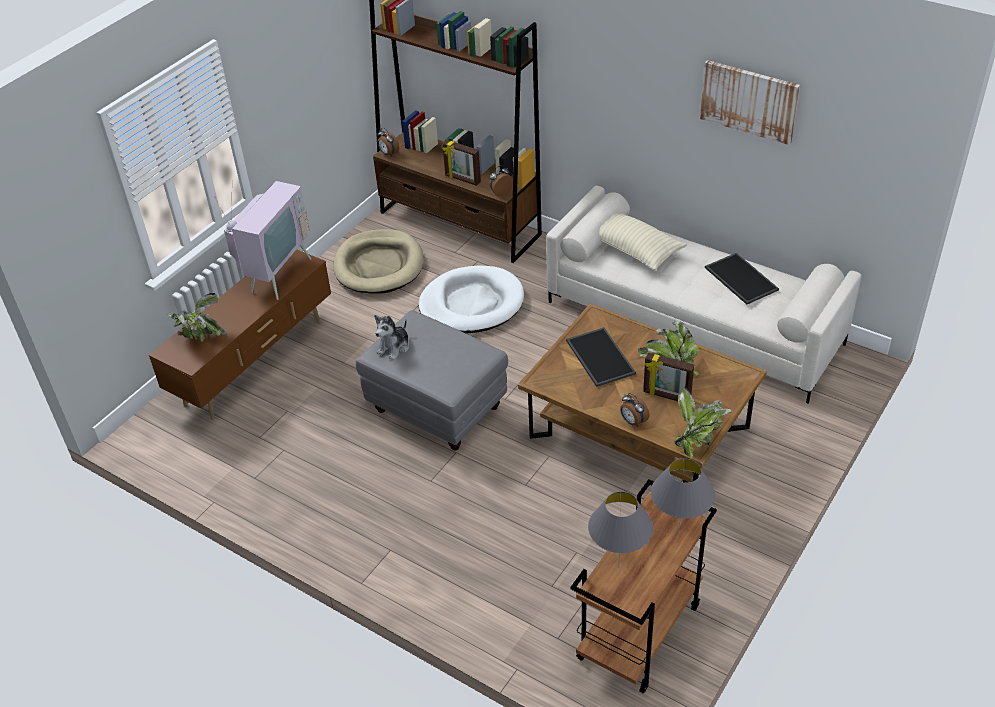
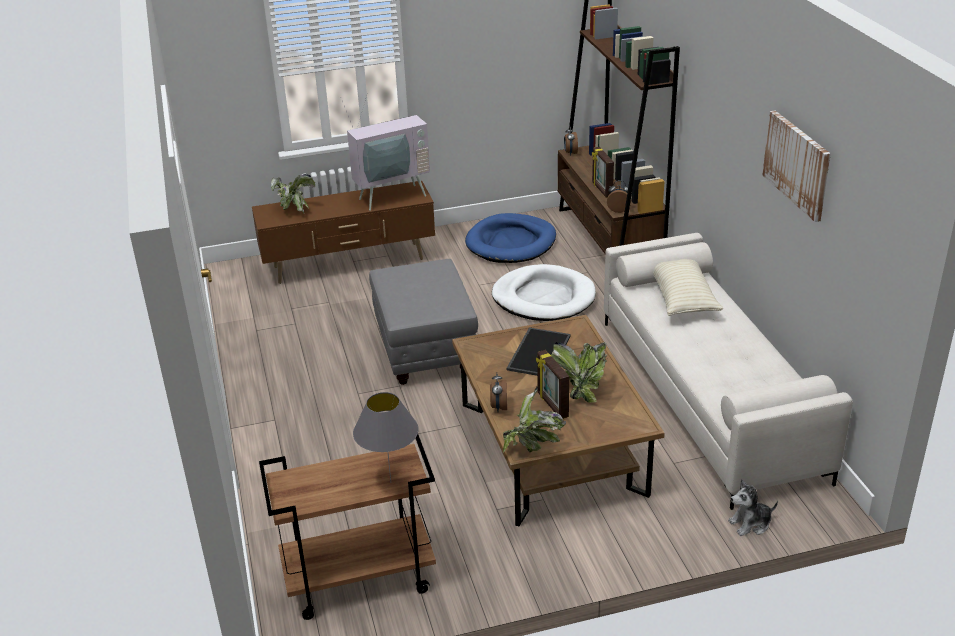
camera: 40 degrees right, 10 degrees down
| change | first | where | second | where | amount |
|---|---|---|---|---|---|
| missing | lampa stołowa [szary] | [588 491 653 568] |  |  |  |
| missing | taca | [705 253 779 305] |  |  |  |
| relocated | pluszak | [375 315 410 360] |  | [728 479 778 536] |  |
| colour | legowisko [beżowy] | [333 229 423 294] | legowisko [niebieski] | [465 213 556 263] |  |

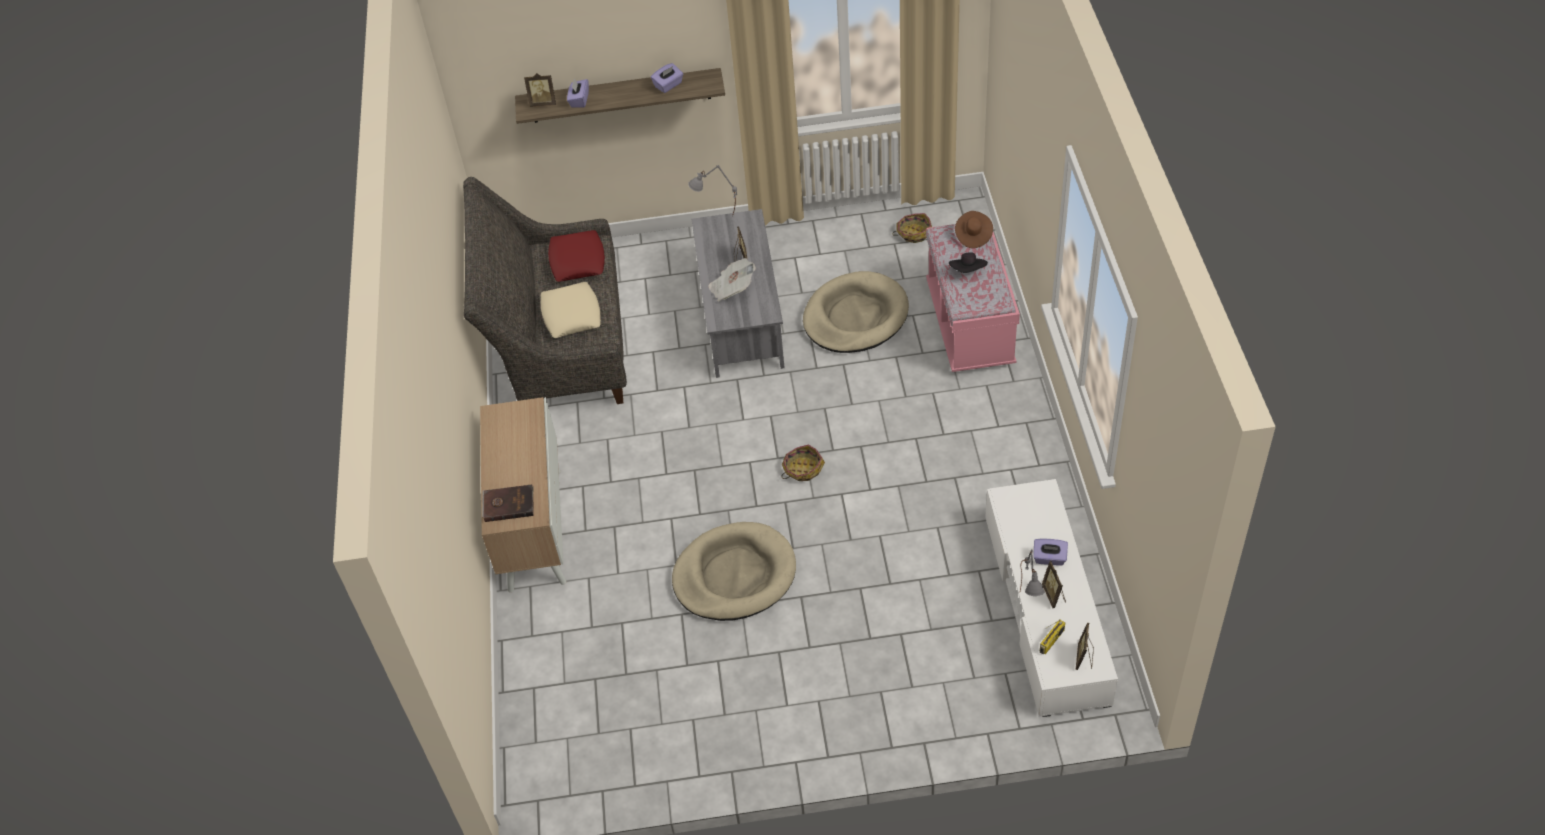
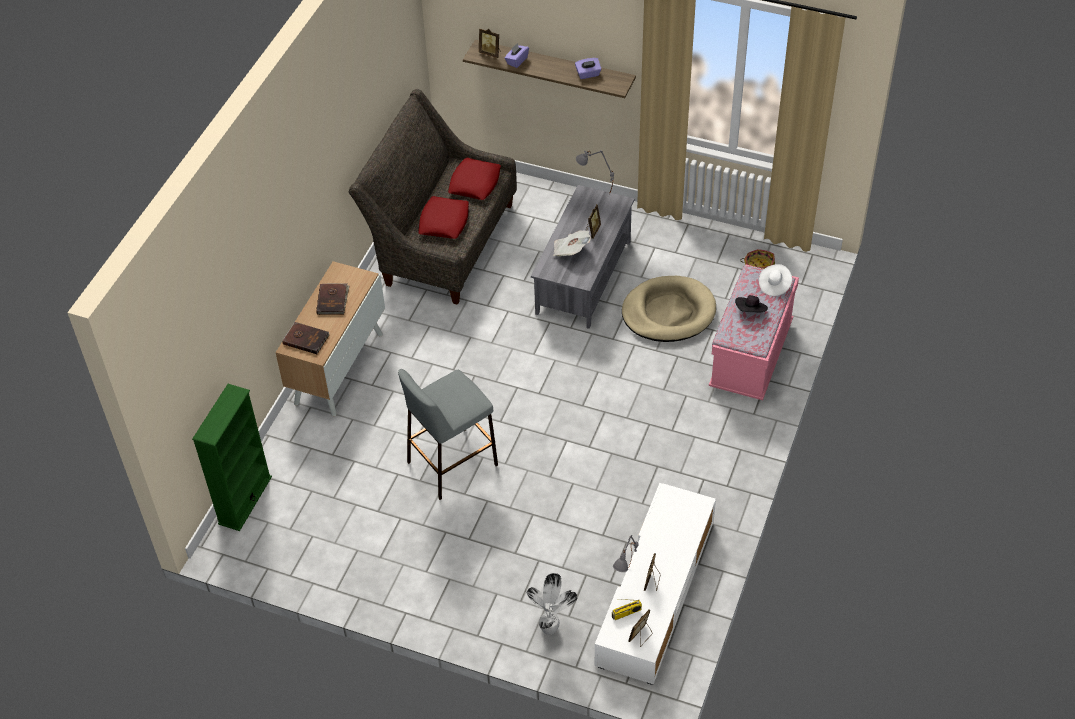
camera: 25 degrees right, 0 degrees up
| change | first | where | second | where | amount |
|---|---|---|---|---|---|
| missing | koszyk | [781 444 825 481] |  |  |  |
| missing | pudełko chusteczek [fioletowy] | [1033 539 1068 566] |  |  |  |
| appeared |  |  | regał [zielony] | [192 384 272 531] |  |
| appeared |  |  | książka [brązowy] | [316 283 349 315] |  |
| appeared |  |  | roślina doniczkowa | [525 573 577 635] |  |
| exchanged | legowisko [beżowy] | [672 522 796 621] | stołek [szary] | [398 369 498 500] |  |
| colour | poduszka [beżowy] | [540 282 601 338] | poduszka [czerwony] | [418 196 469 239] |  |
| colour | kapelusz [brązowy] | [955 211 993 248] | kapelusz [biały] | [759 264 792 296] |  |

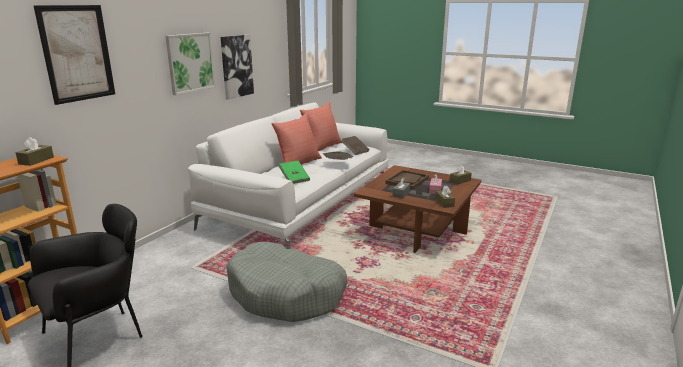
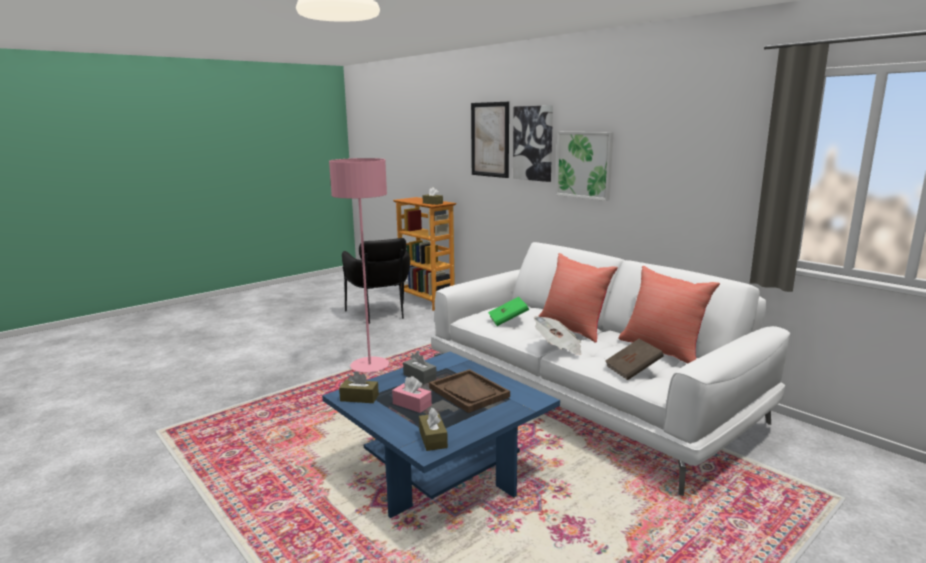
camera: 110 degrees right, 5 degrees down
| change | first | where | second | where | amount |
|---|---|---|---|---|---|
| relocated | obraz | [221 35 254 100] |  | [513 105 553 182] |  |
| exchanged | legowisko [szary] | [226 242 348 322] | lampa stojąca [różowy] | [329 158 389 372] |  |
| colour | ława [brązowy] | [354 165 481 253] | ława [niebieski] | [322 351 560 518] |  |

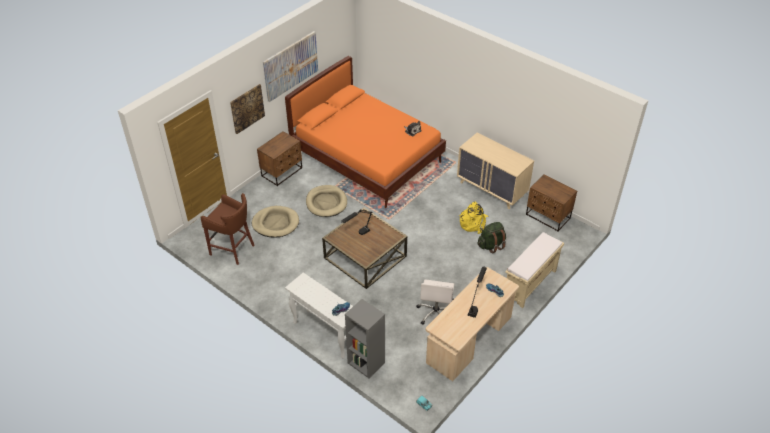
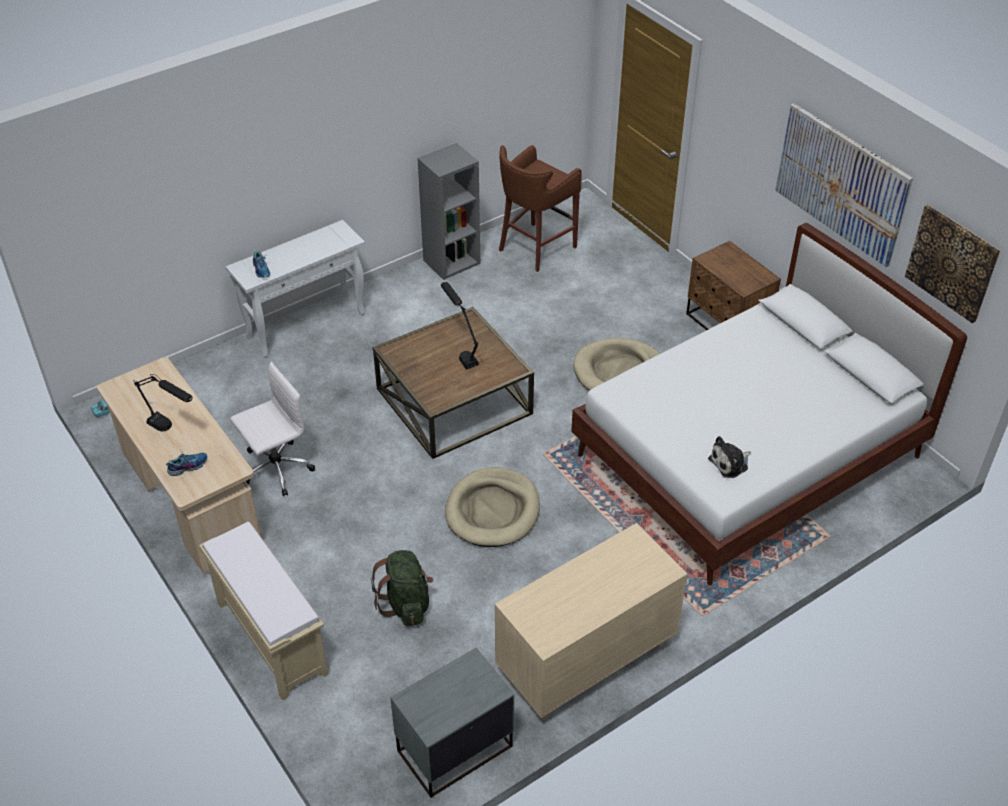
camera: 105 degrees right, 0 degrees up
| change | first | where | second | where | amount |
|---|---|---|---|---|---|
| missing | plecak [żółty] | [459 202 489 234] |  |  |  |
| relocated | obraz | [230 84 265 134] |  | [905 205 1000 323] |  |
| relocated | legowisko [beżowy] | [252 206 299 238] |  | [445 468 540 547] |  |
| relocated | regał [szary] | [345 299 385 379] |  | [418 143 480 280] |  |
| colour | łóżko [pomarańczowy] | [285 56 446 208] | łóżko [biały] | [571 223 967 585] |  |
| colour | szafka nocna [brązowy] | [526 174 577 232] | szafka nocna [szary] | [390 648 514 798] |  |
| spun | krzesło biurowe [biały] | [416 280 454 325] |  | [230 362 315 496] | 120 degrees clockwise |

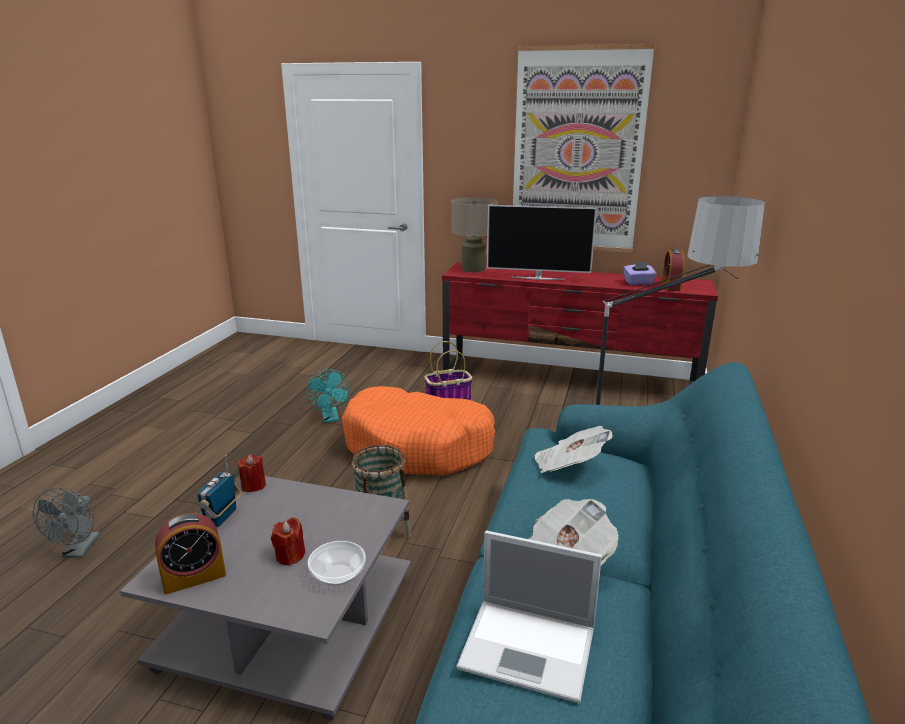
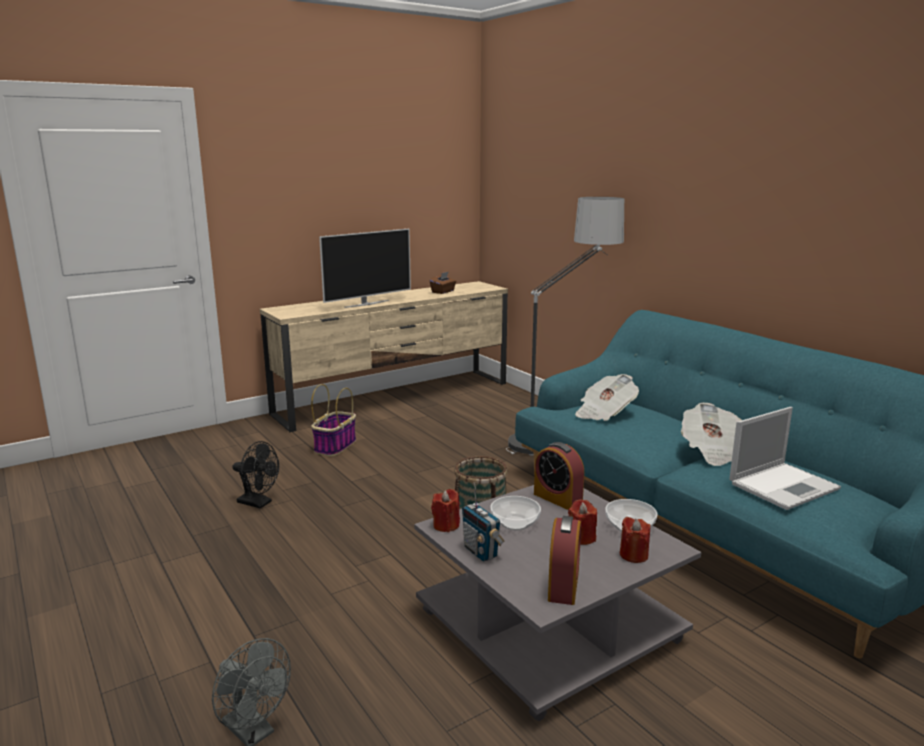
camera: 50 degrees left, 5 degrees down
| change | first | where | second | where | amount |
|---|---|---|---|---|---|
| missing | legowisko [pomarańczowy] | [342 386 496 475] |  |  |  |
| missing | lampa stołowa [beżowy] | [451 197 498 272] |  |  |  |
| missing | obraz | [513 44 654 253] |  |  |  |
| appeared |  |  | miska | [490 496 541 531] |  |
| appeared |  |  | świeca [czerwony] | [620 516 650 563] |  |
| relocated | budzik | [662 248 684 291] |  | [534 442 584 510] |  |
| colour | wentylator [turkusowy] | [306 369 351 423] | wentylator [czarny] | [232 441 279 509] |  |
| colour | szafka pod telewizor [czerwony] | [442 263 718 384] | szafka pod telewizor [beżowy] | [260 281 508 432] |  |
| colour | pudełko chusteczek [fioletowy] | [623 262 657 285] | pudełko chusteczek [brązowy] | [430 272 456 294] |  |

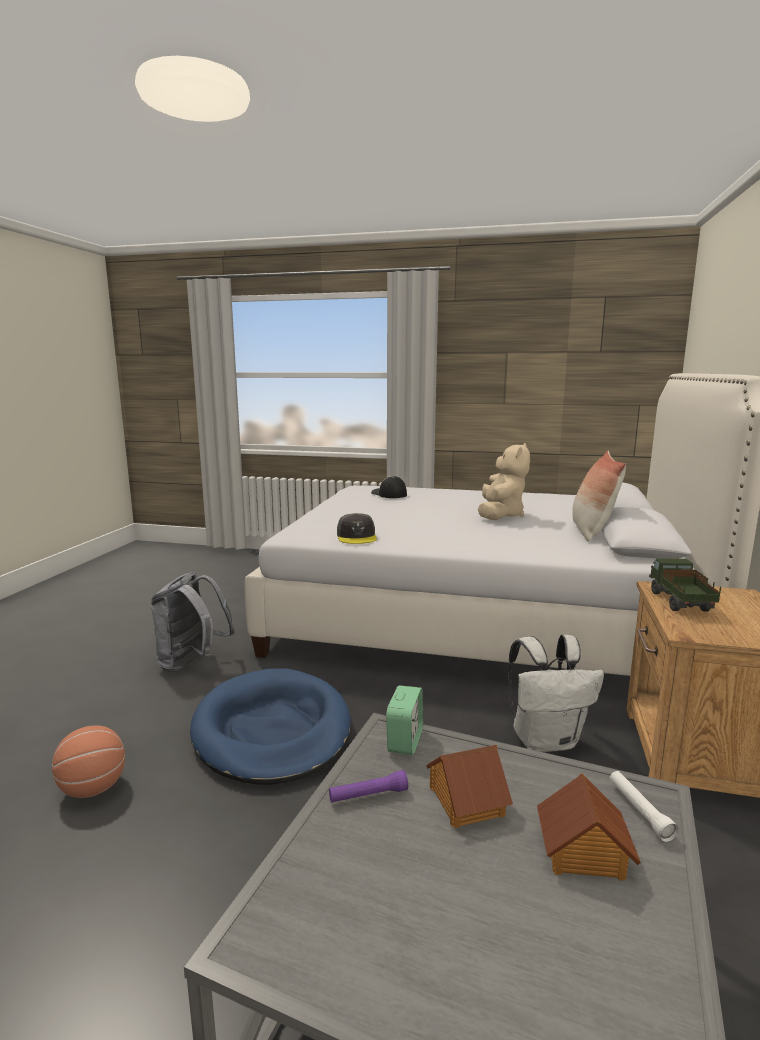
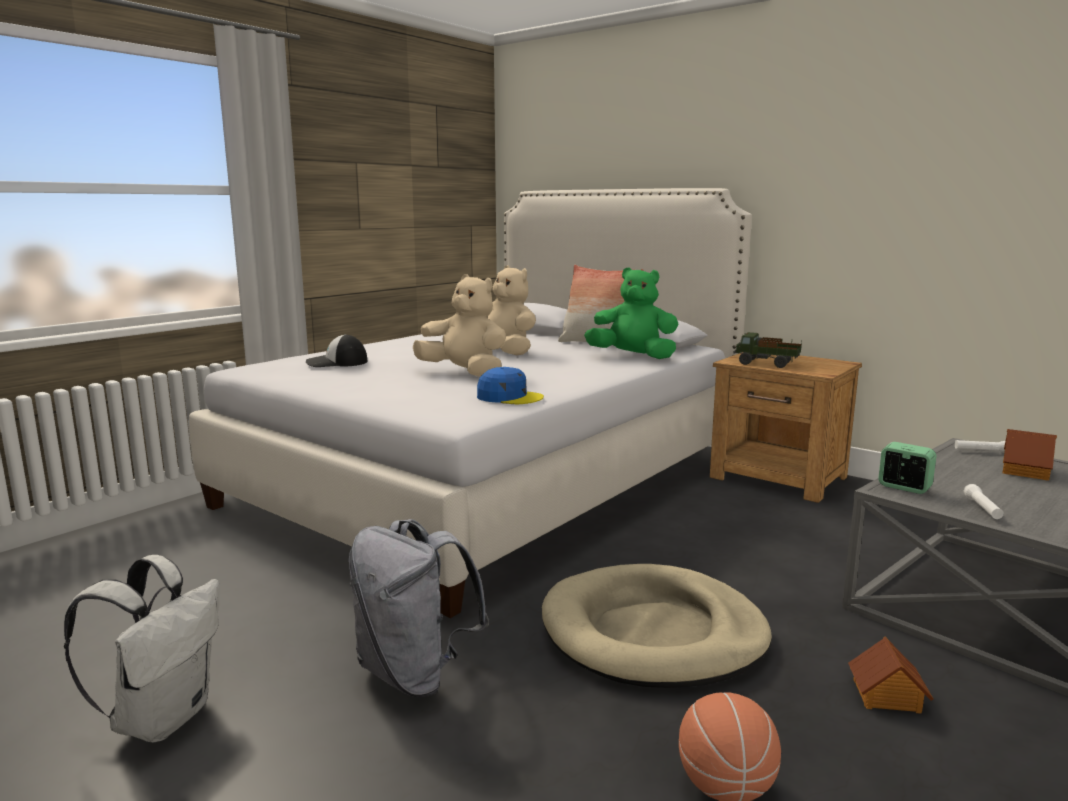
camera: 65 degrees left, 0 degrees up
| change | first | where | second | where | amount |
|---|---|---|---|---|---|
| appeared |  |  | pluszak [beżowy] | [413 274 506 377] |  |
| appeared |  |  | pluszak [zielony] | [584 267 678 359] |  |
| relocated | domek | [426 745 513 828] |  | [848 637 933 714] |  |
| relocated | plecak [biały] | [508 635 604 752] |  | [64 555 220 743] |  |
| colour | legowisko [niebieski] | [190 668 351 785] | legowisko [beżowy] | [542 564 772 688] |  |
| colour | latarka [fioletowy] | [329 770 408 803] | latarka [biały] | [964 484 1004 519] |  |
| colour | czapka z daszkiem [szary] | [337 513 377 544] | czapka z daszkiem [niebieski] | [477 367 544 404] |  |

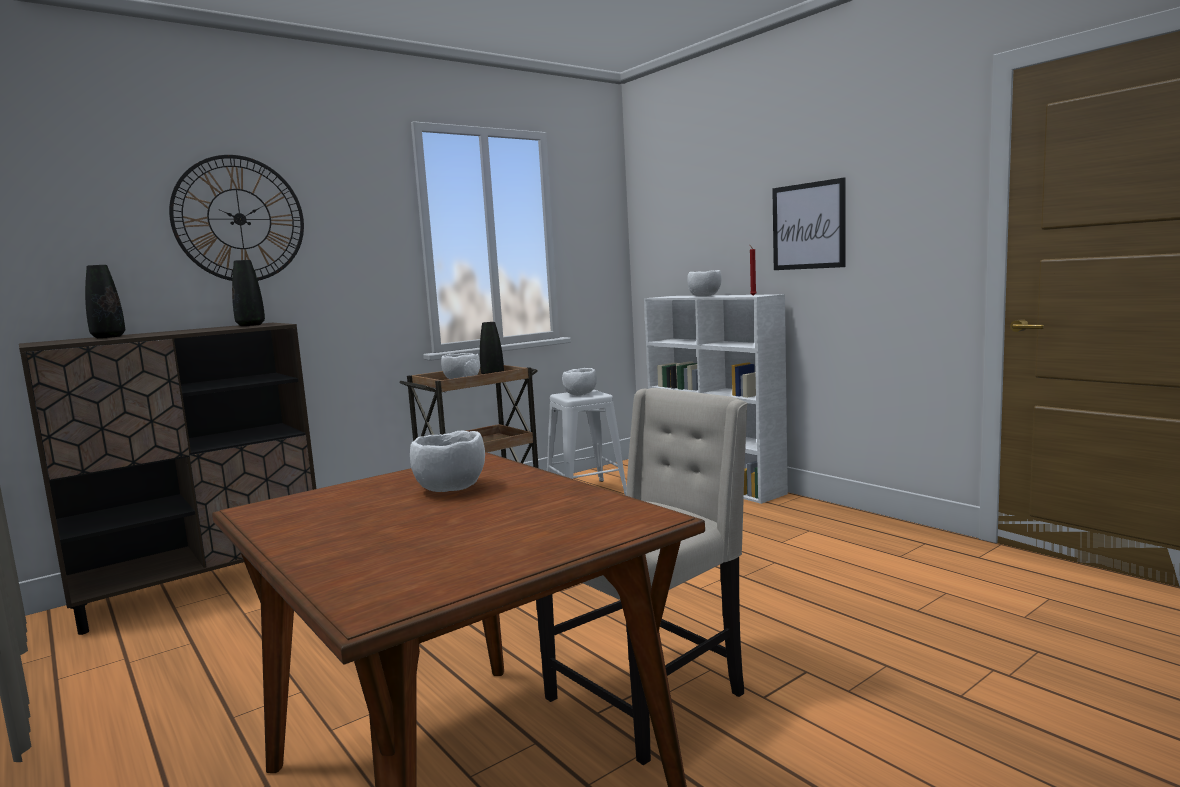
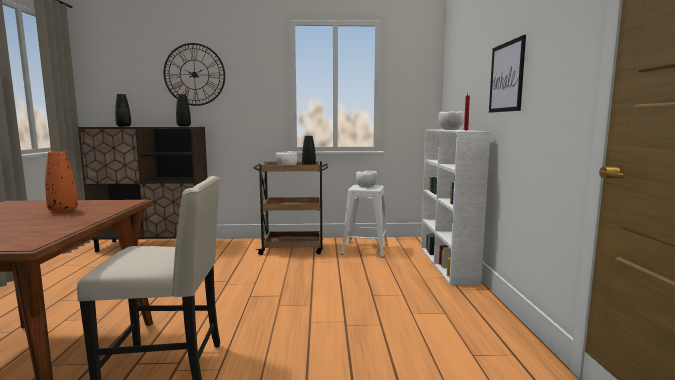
camera: 35 degrees right, 0 degrees up
| change | first | where | second | where | amount |
|---|---|---|---|---|---|
| exchanged | miska [biały] | [410 431 485 492] | wazon [pomarańczowy] | [45 151 78 213] |  |

